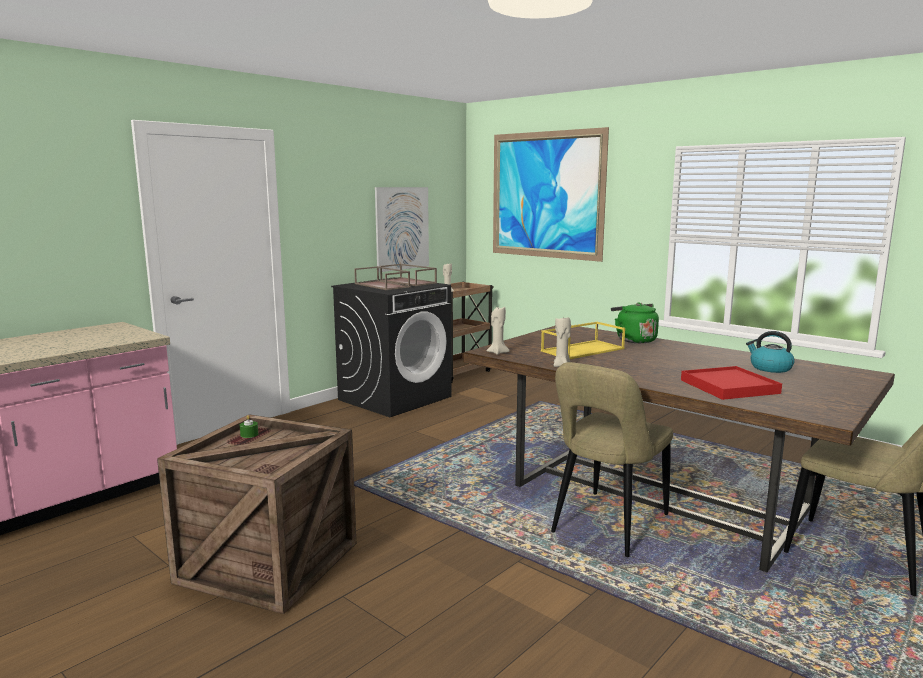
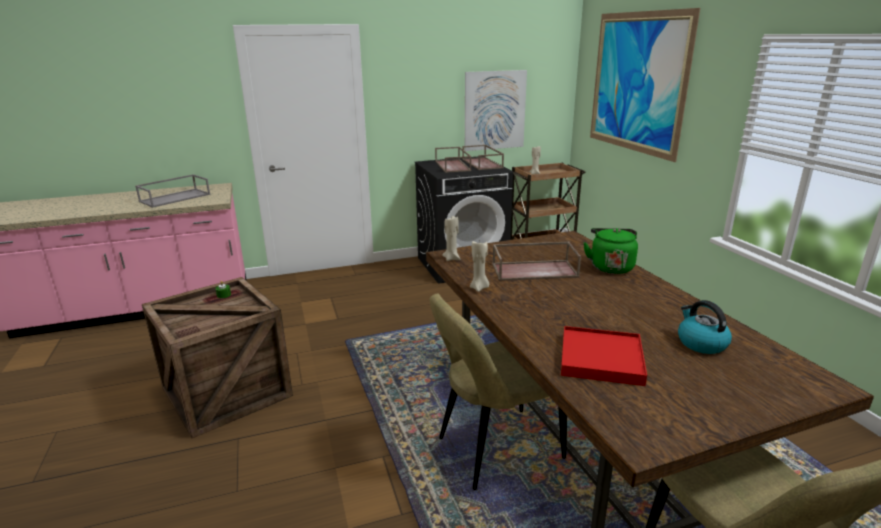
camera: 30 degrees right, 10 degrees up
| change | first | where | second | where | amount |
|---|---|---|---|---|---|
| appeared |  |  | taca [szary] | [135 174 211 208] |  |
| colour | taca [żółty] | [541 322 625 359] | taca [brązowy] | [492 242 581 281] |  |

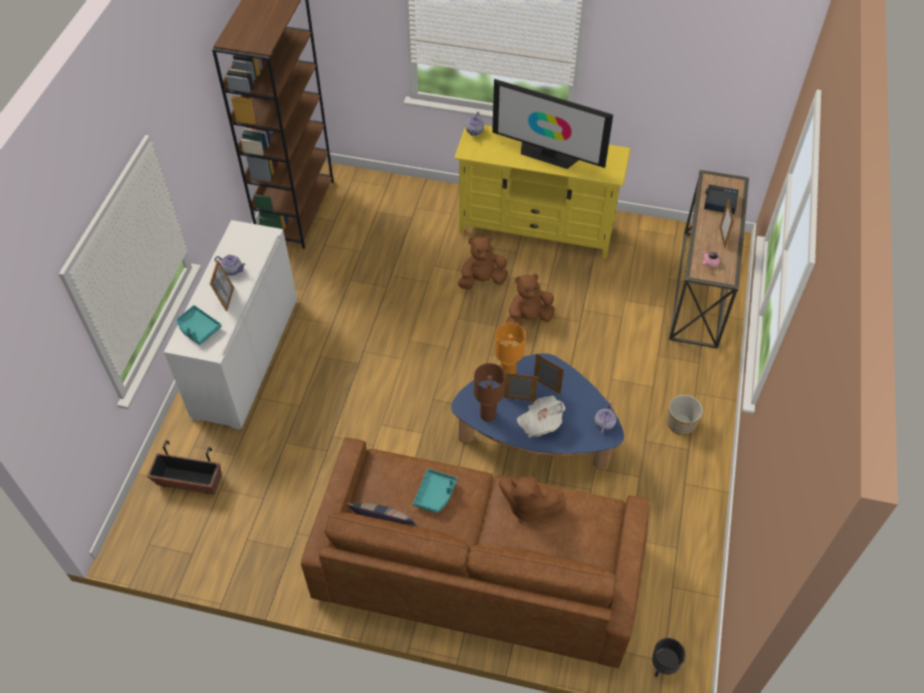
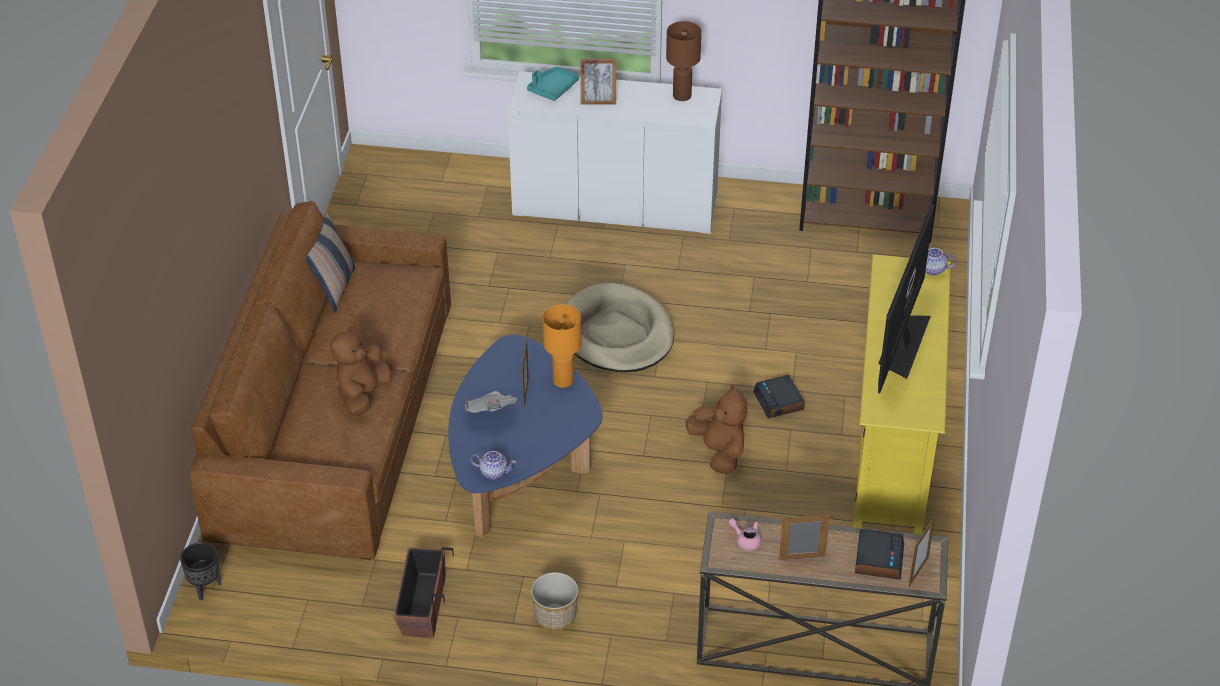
camera: 85 degrees right, 10 degrees down
| change | first | where | second | where | amount |
|---|---|---|---|---|---|
| missing | imbryk | [215 255 246 276] |  |  |  |
| missing | taca [turkusowy] | [413 469 457 513] |  |  |  |
| appeared |  |  | legowisko [beżowy] | [565 282 674 372] |  |
| relocated | donica | [147 440 222 495] |  | [393 547 454 638] |  |
| relocated | lampa stołowa [brązowy] | [474 363 505 422] |  | [666 21 701 101] |  |
| relocated | ramka na zdjęcie | [534 354 564 394] |  | [908 516 935 588] |  |
| exchanged | pluszak [brązowy] | [458 236 508 290] | budzik | [753 375 805 419] |  |

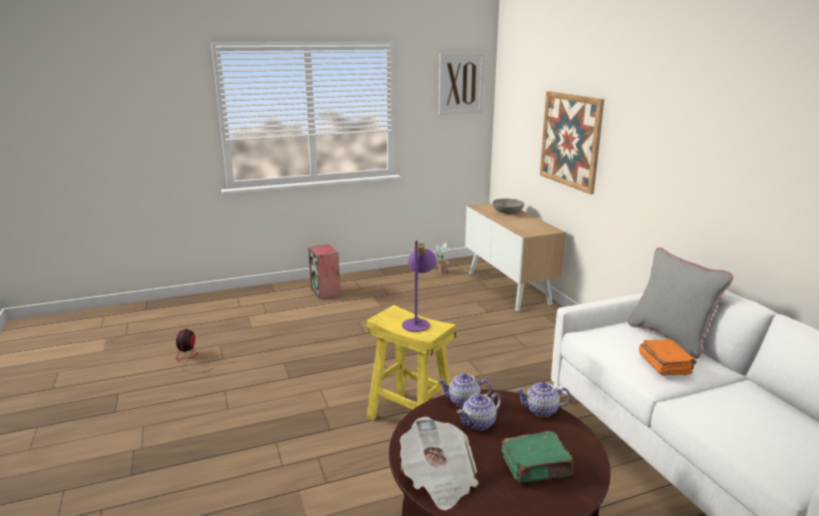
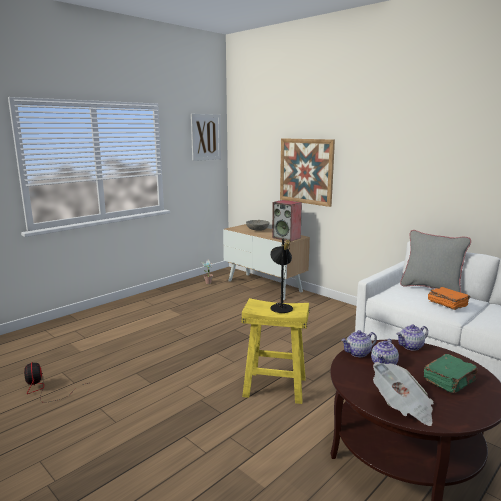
camera: 25 degrees left, 5 degrees down
| change | first | where | second | where | amount |
|---|---|---|---|---|---|
| relocated | głośnik | [308 244 340 299] |  | [272 200 302 242] |  |
| colour | lampa stołowa [fioletowy] | [402 240 436 332] | lampa stołowa [czarny] | [270 239 293 313] |  |

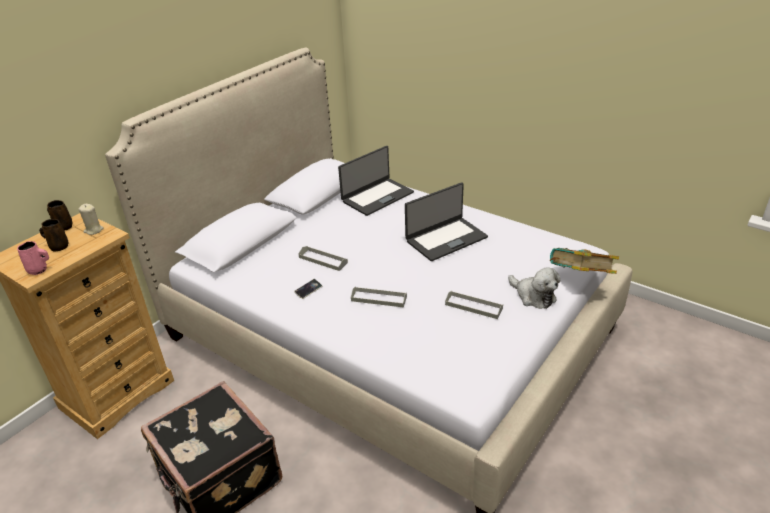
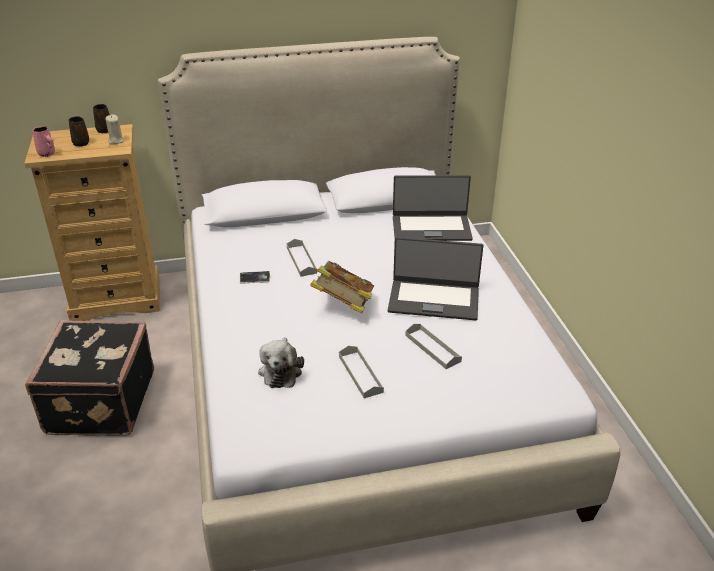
camera: 40 degrees right, 0 degrees up
| change | first | where | second | where | amount |
|---|---|---|---|---|---|
| relocated | taca [szary] | [351 287 407 308] |  | [405 324 462 369] |  |
| relocated | pluszak | [508 267 560 309] |  | [258 337 304 388] |  |
| relocated | książka | [550 248 619 274] |  | [310 261 374 314] |  |

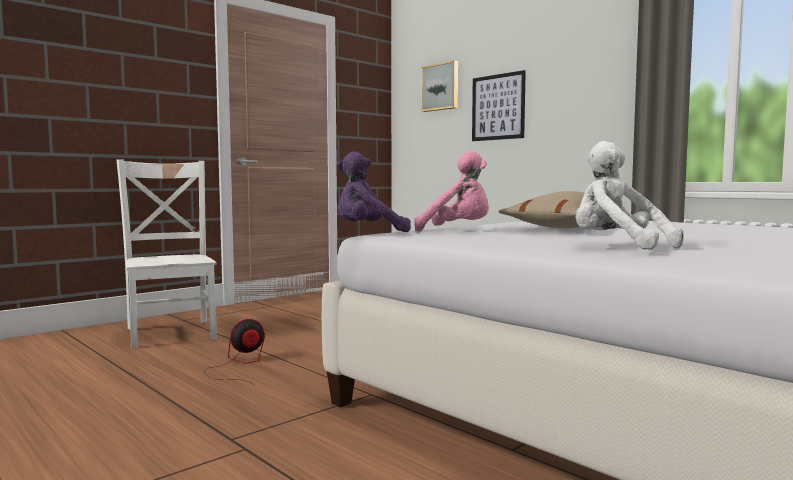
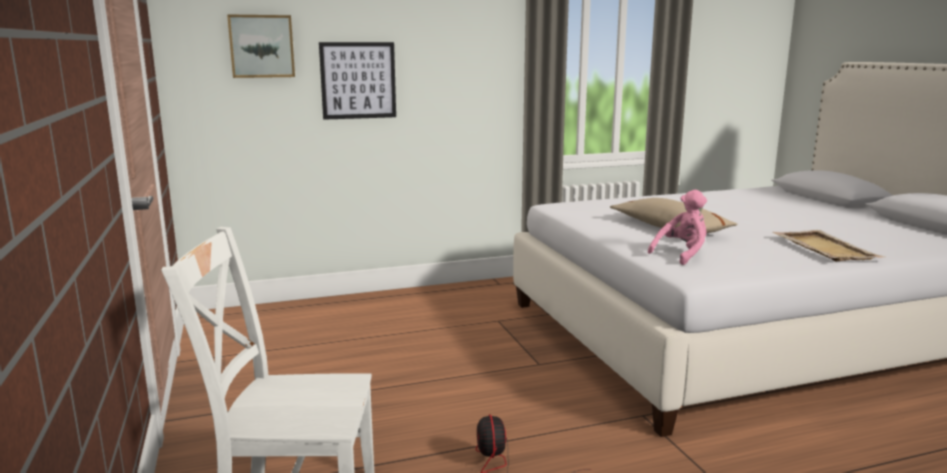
camera: 65 degrees left, 10 degrees up
| change | first | where | second | where | amount |
|---|---|---|---|---|---|
| missing | pluszak [fioletowy] | [337 151 411 232] |  |  |  |
| exchanged | pluszak [biały] | [576 141 684 250] | taca [beżowy] | [772 230 885 261] |  |

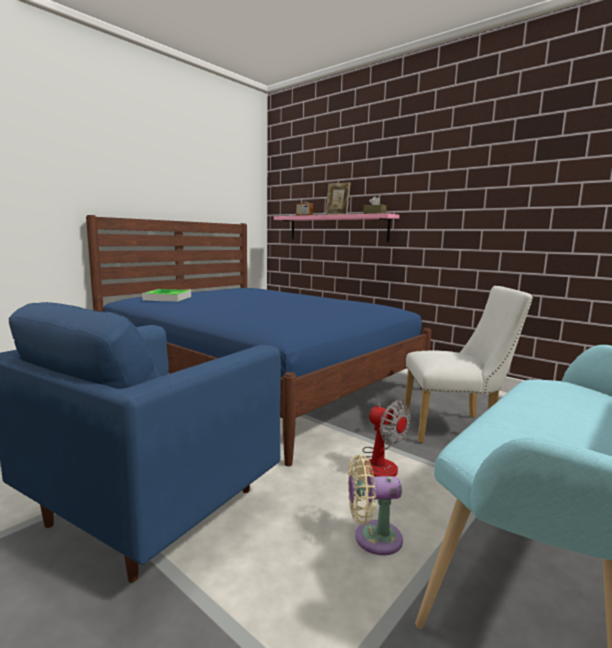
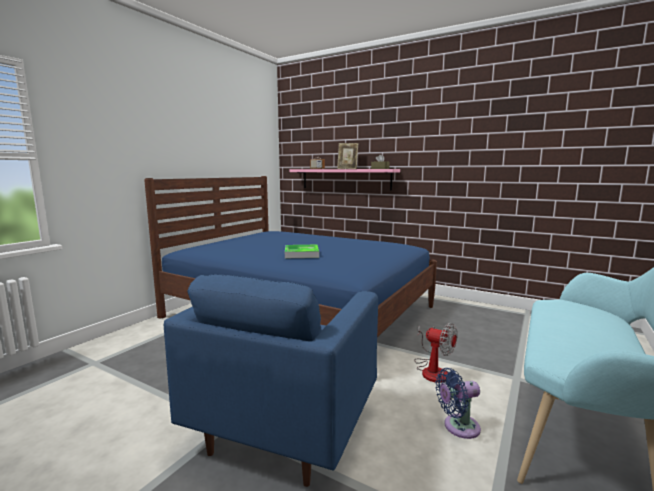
camera: 10 degrees left, 0 degrees up
| change | first | where | second | where | amount |
|---|---|---|---|---|---|
| missing | krzesło [biały] | [404 286 533 443] |  |  |  |
| relocated | taca | [142 289 191 302] |  | [285 245 319 258] |  |
| colour | wentylator [beżowy] | [348 455 403 555] | wentylator [niebieski] | [435 368 481 439] |  |

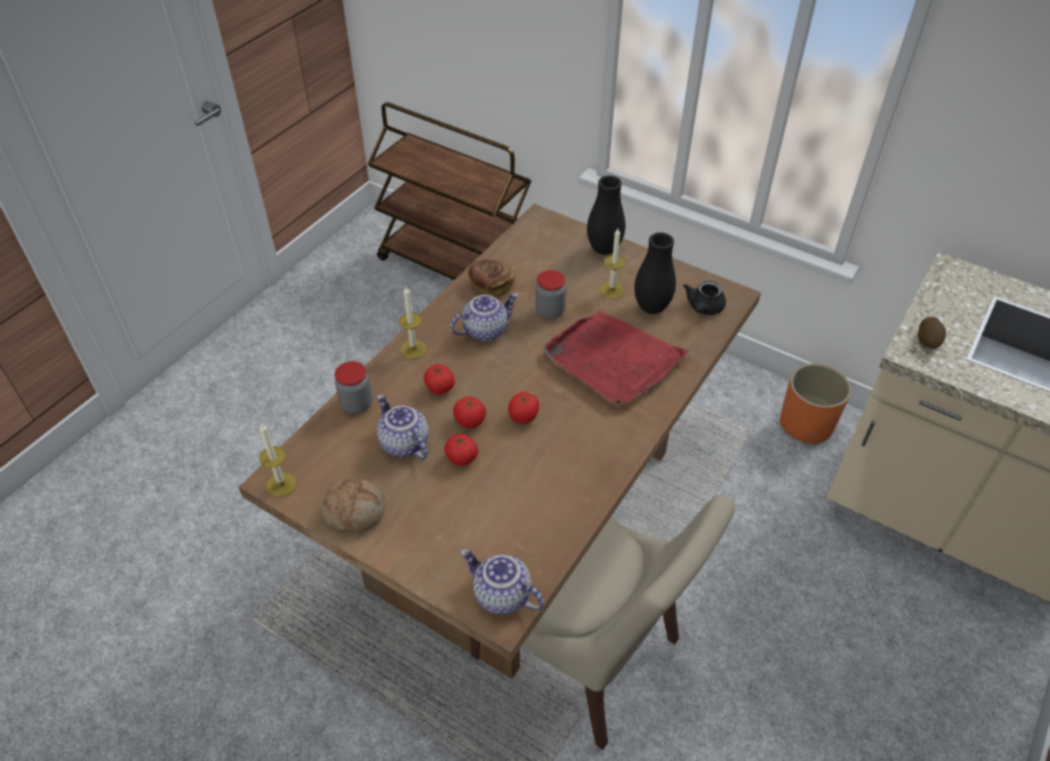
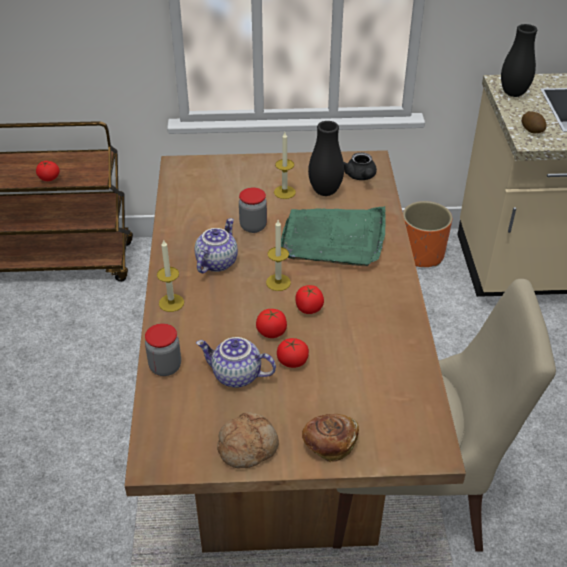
camera: 35 degrees left, 5 degrees down
| change | first | where | second | where | amount |
|---|---|---|---|---|---|
| missing | imbryk | [461 549 544 615] |  |  |  |
| relocated | świeca | [259 423 296 497] |  | [266 220 291 291] |  |
| relocated | pomidor | [424 364 455 395] |  | [36 161 60 181] |  |
| relocated | chleb | [468 259 515 296] |  | [302 414 359 462] |  |
| relocated | wazon [czarny] | [587 176 625 255] |  | [501 24 537 97] |  |
| colour | taca [czerwony] | [543 311 689 404] | taca [zielony] | [281 206 385 266] |  |

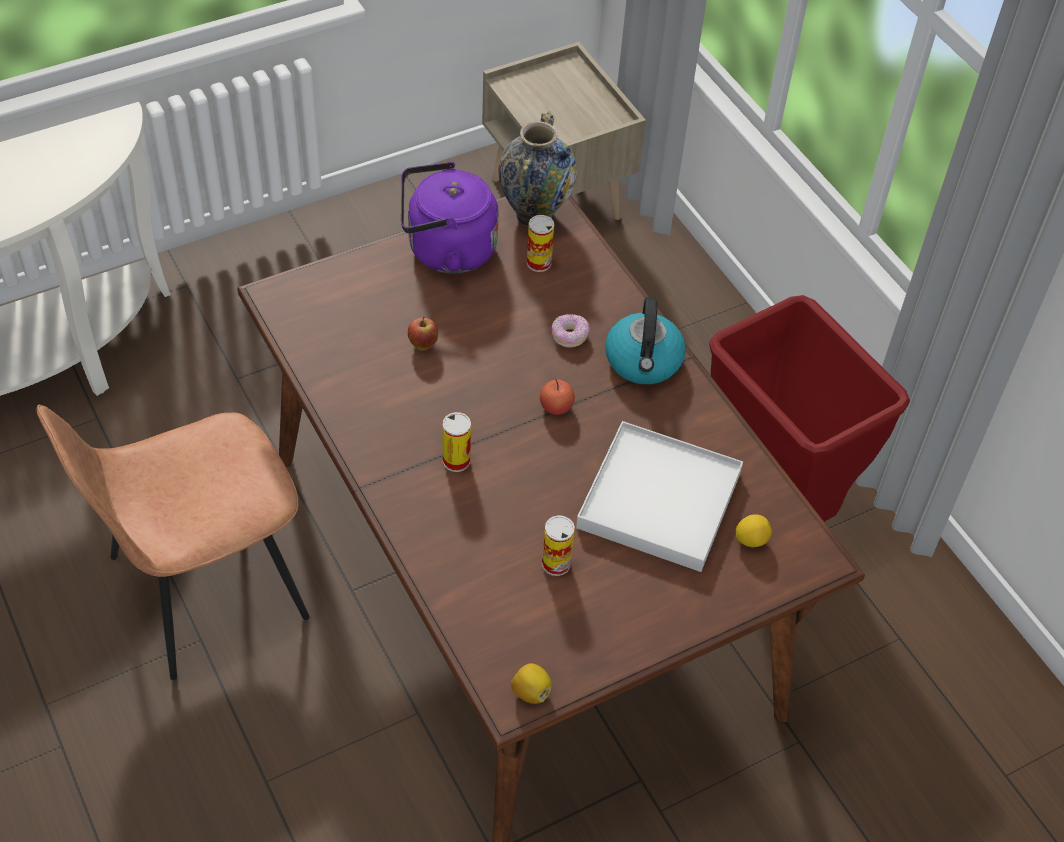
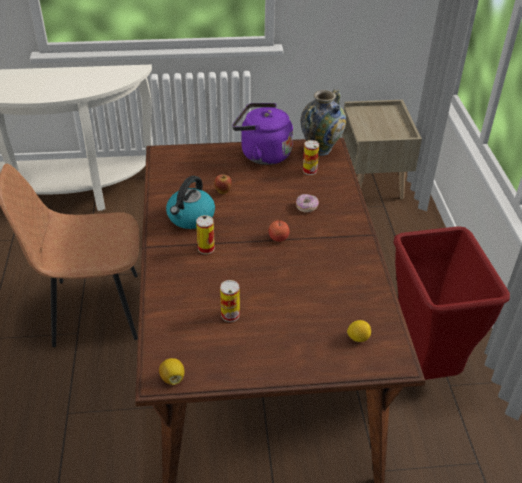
camera: 25 degrees right, 10 degrees down
| change | first | where | second | where | amount |
|---|---|---|---|---|---|
| missing | taca [biały] | [576 421 743 572] |  |  |  |
| relocated | czajnik | [605 297 686 384] |  | [166 176 215 229] |  |

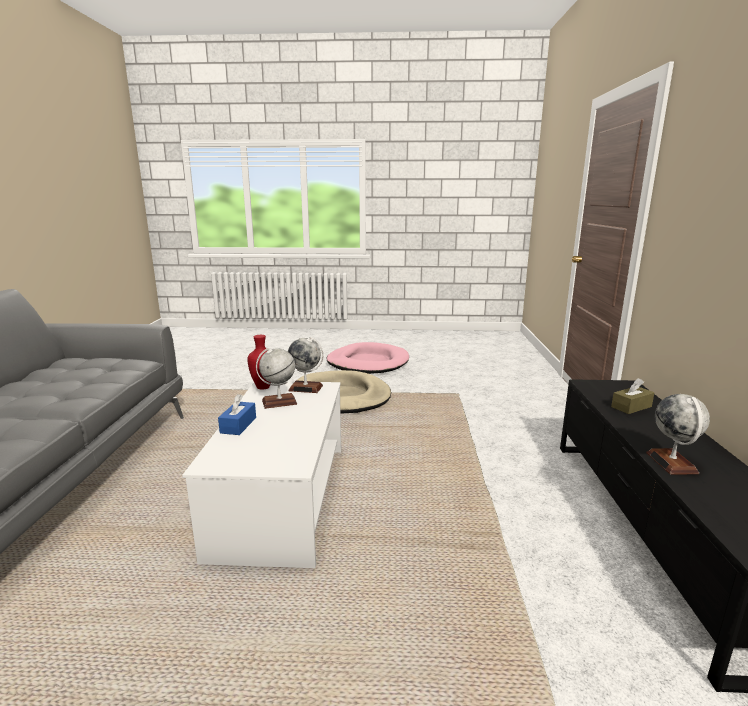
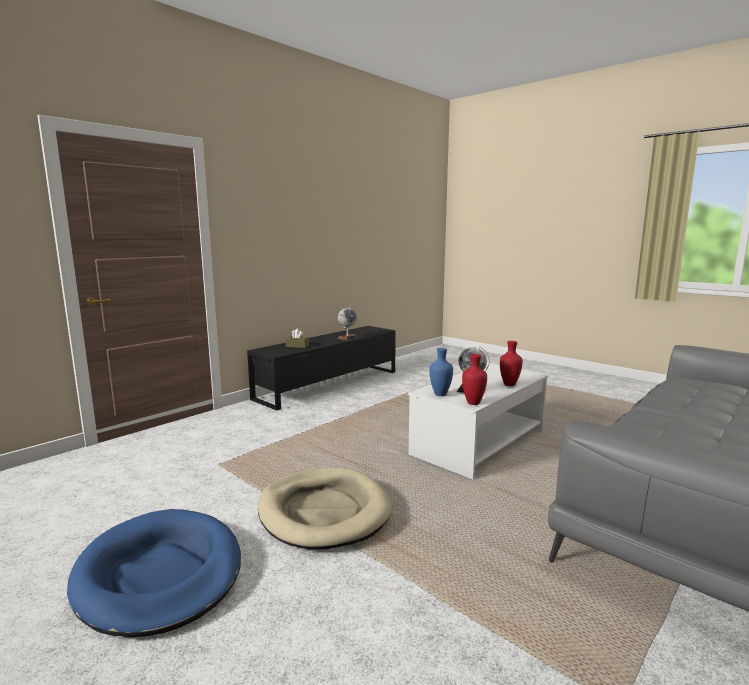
camera: 140 degrees left, 5 degrees down
| change | first | where | second | where | amount |
|---|---|---|---|---|---|
| exchanged | pudełko chusteczek [niebieski] | [218 394 256 435] | wazon [czerwony] | [500 341 523 386] |  |
| exchanged | globus | [288 337 323 393] | wazon [niebieski] | [429 348 453 396] |  |
| colour | legowisko [różowy] | [327 342 409 374] | legowisko [niebieski] | [67 509 241 637] |  |

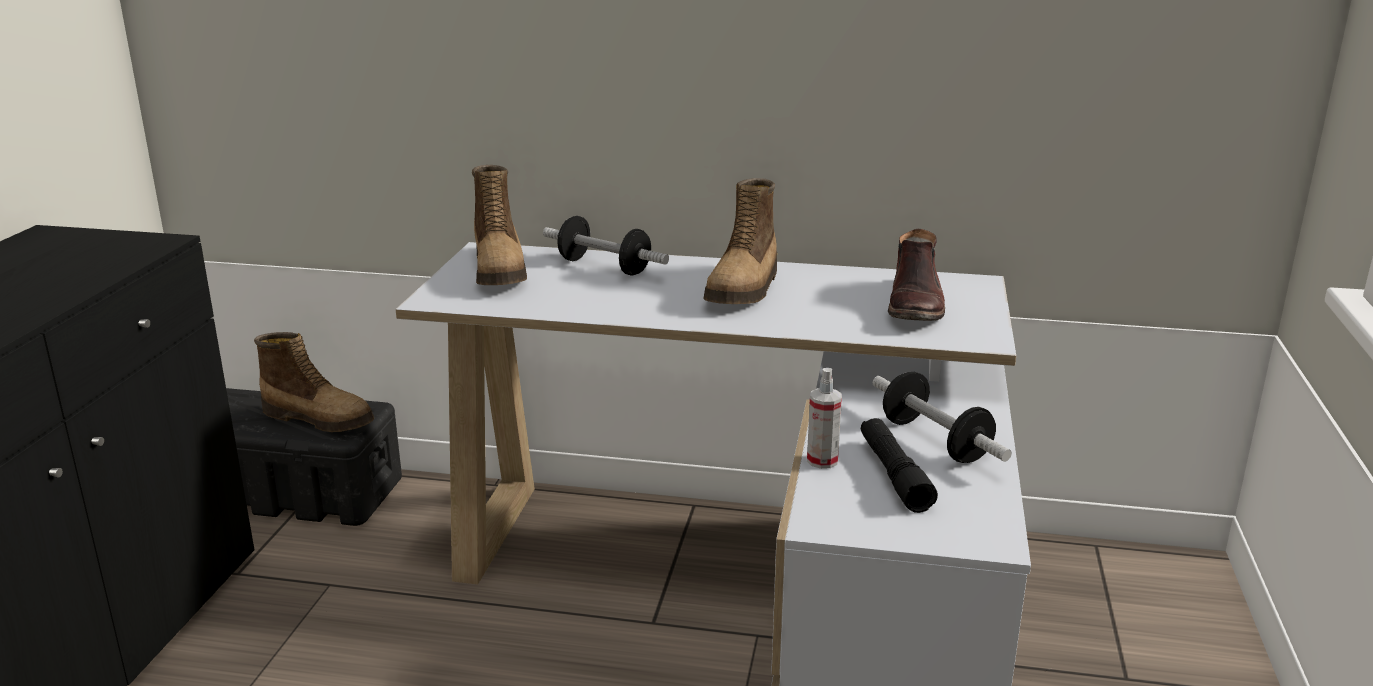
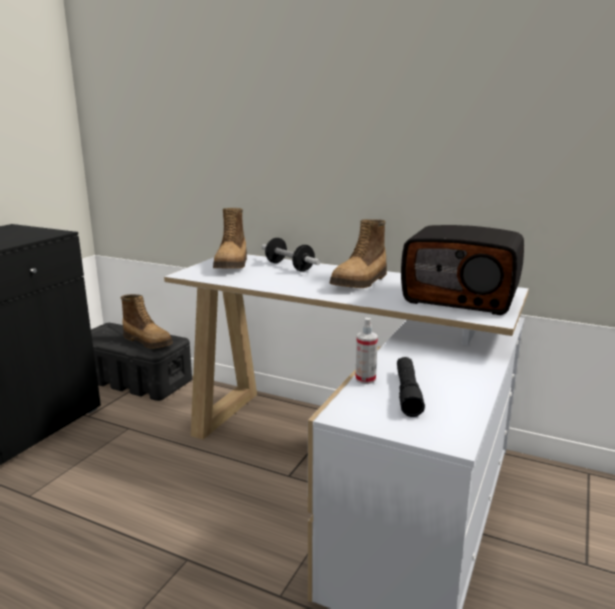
camera: 15 degrees right, 5 degrees down
| change | first | where | second | where | amount |
|---|---|---|---|---|---|
| missing | hantel | [873 372 1012 463] |  |  |  |
| exchanged | but z cholewką [brązowy] | [888 229 945 321] | radio | [401 225 524 315] |  |

